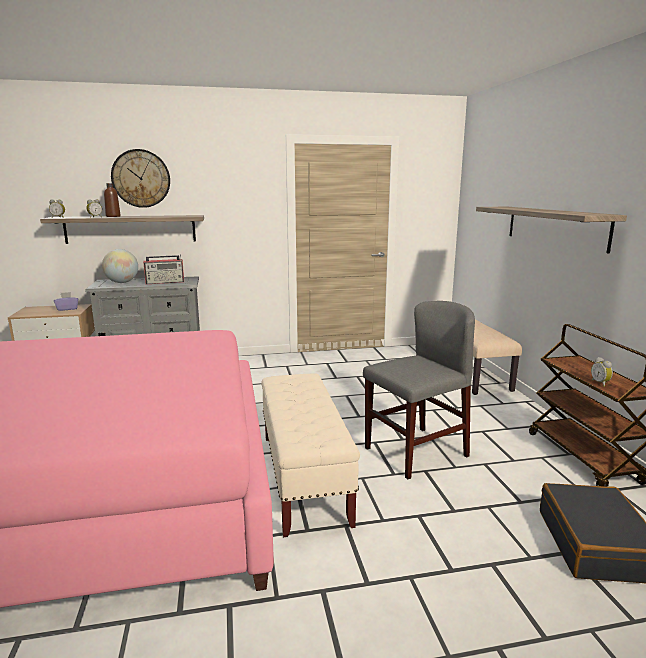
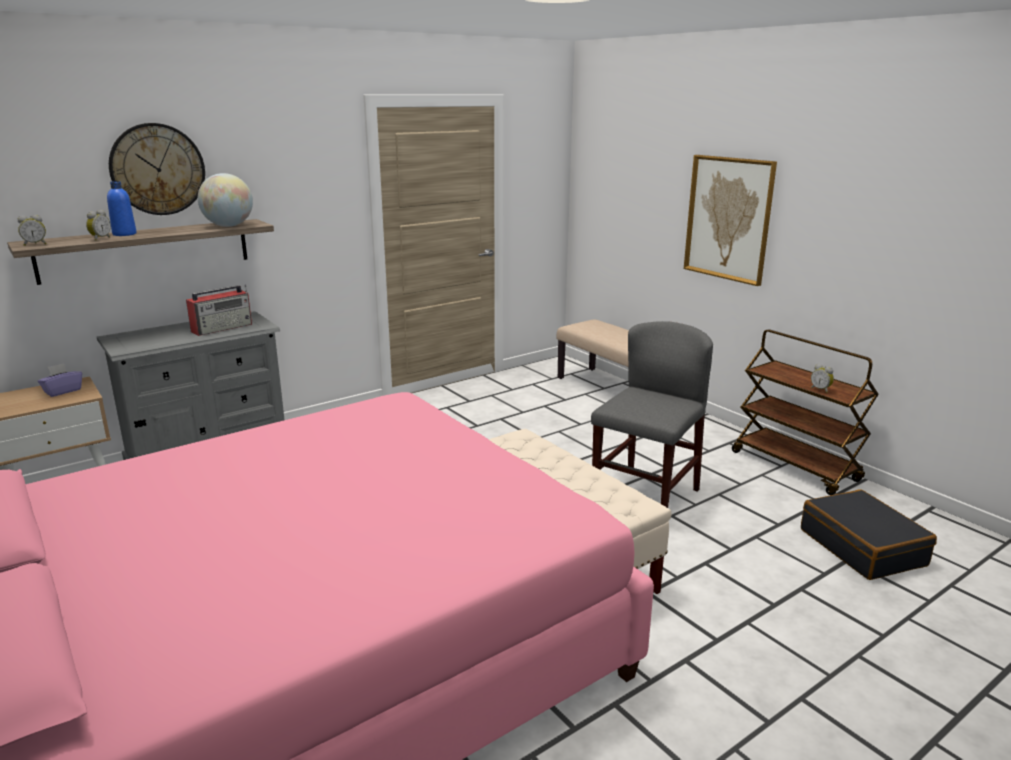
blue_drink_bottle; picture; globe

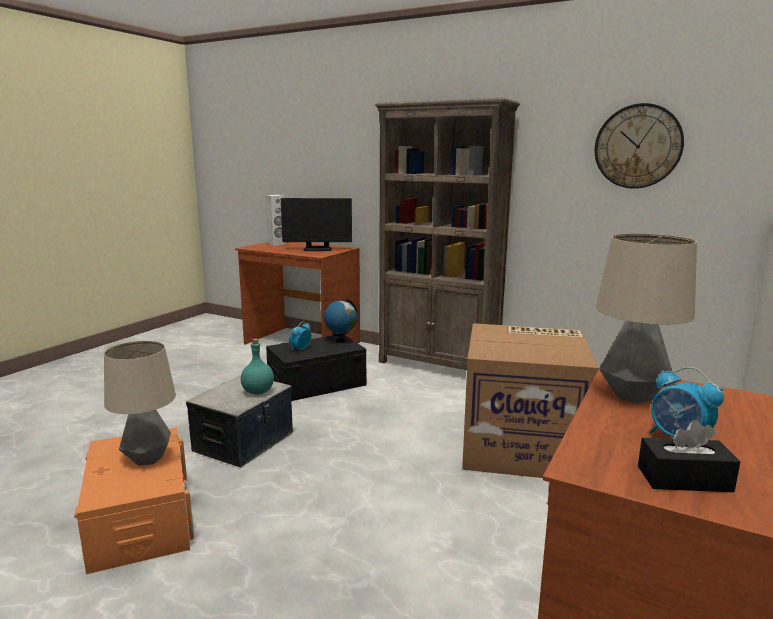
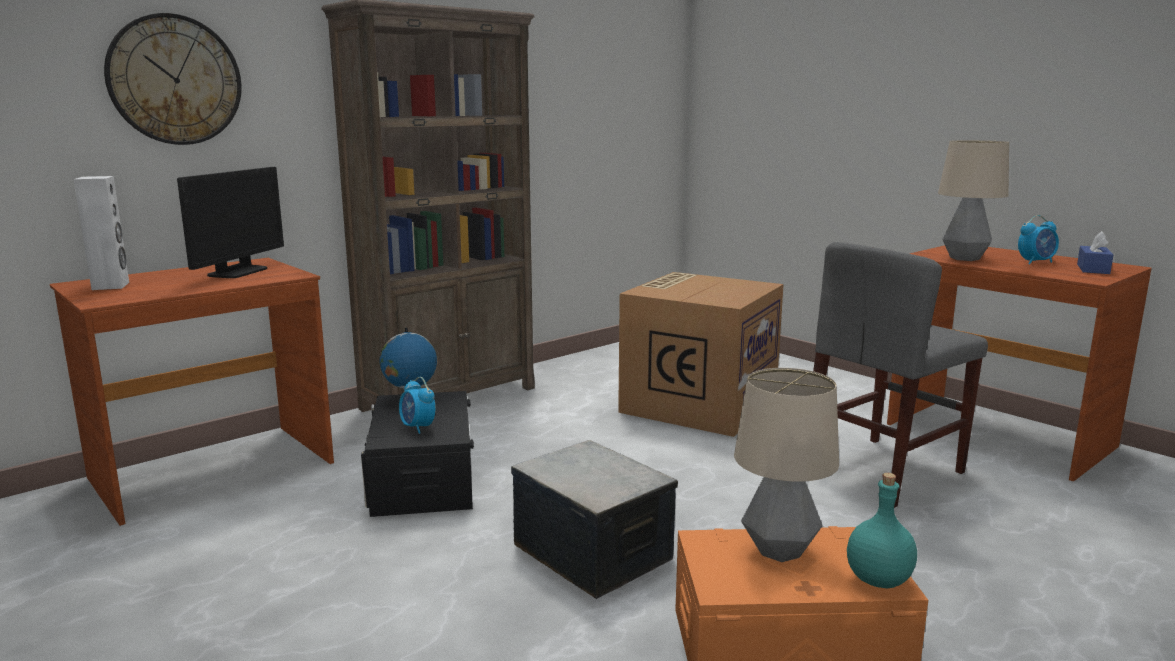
clock_on_the_wall; turquoise_drink_bottle; blue_tissue_holder; gray_upright_chair

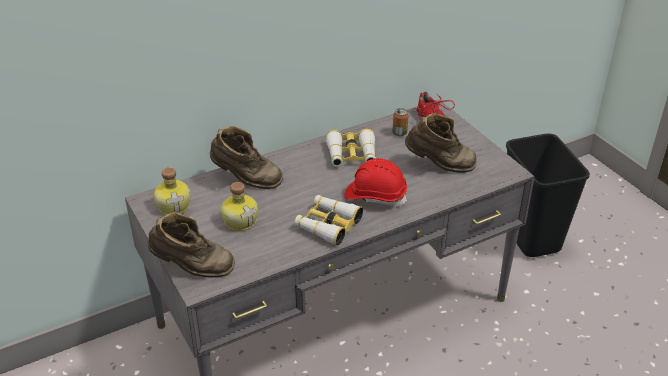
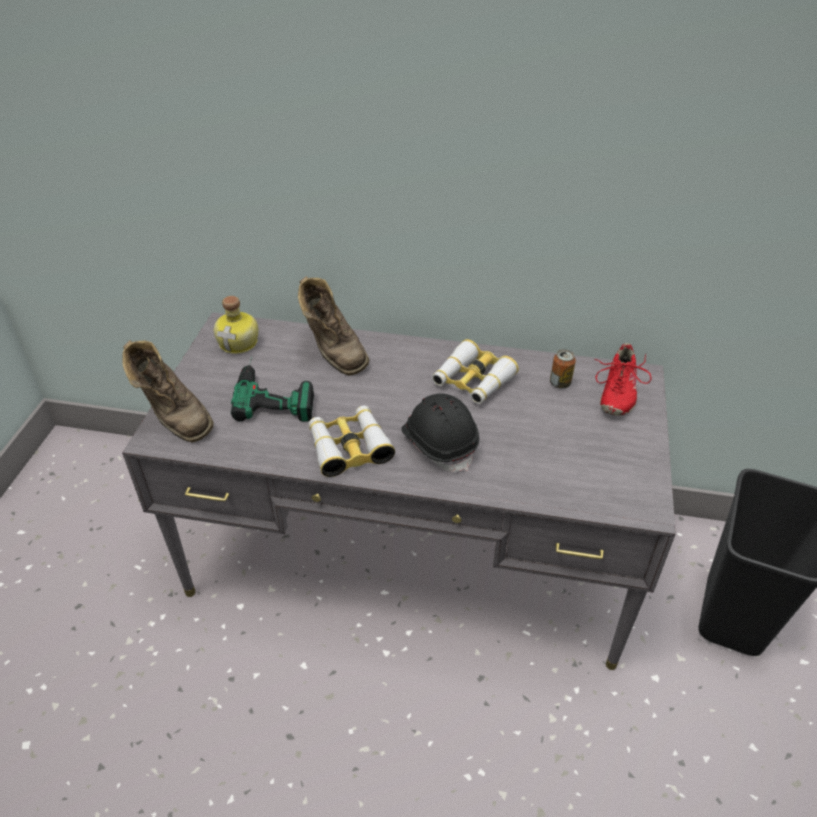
brownish_high-top_boot (3rd from left in the first image); black-coloured_hard_hat; power_drill

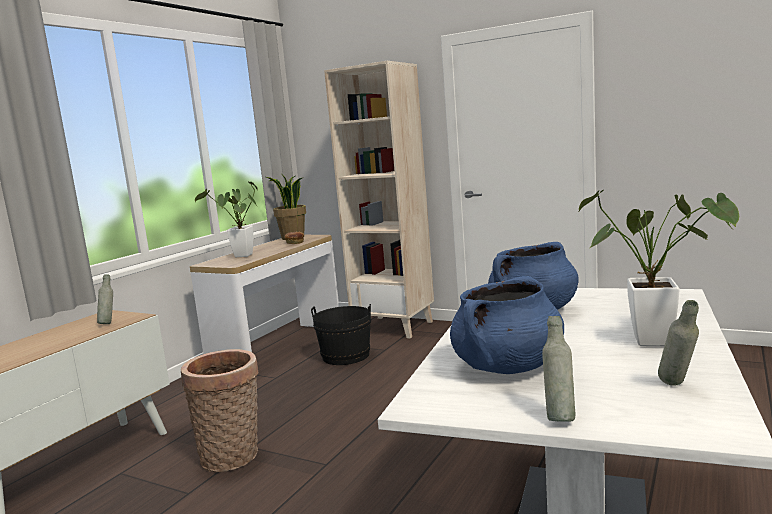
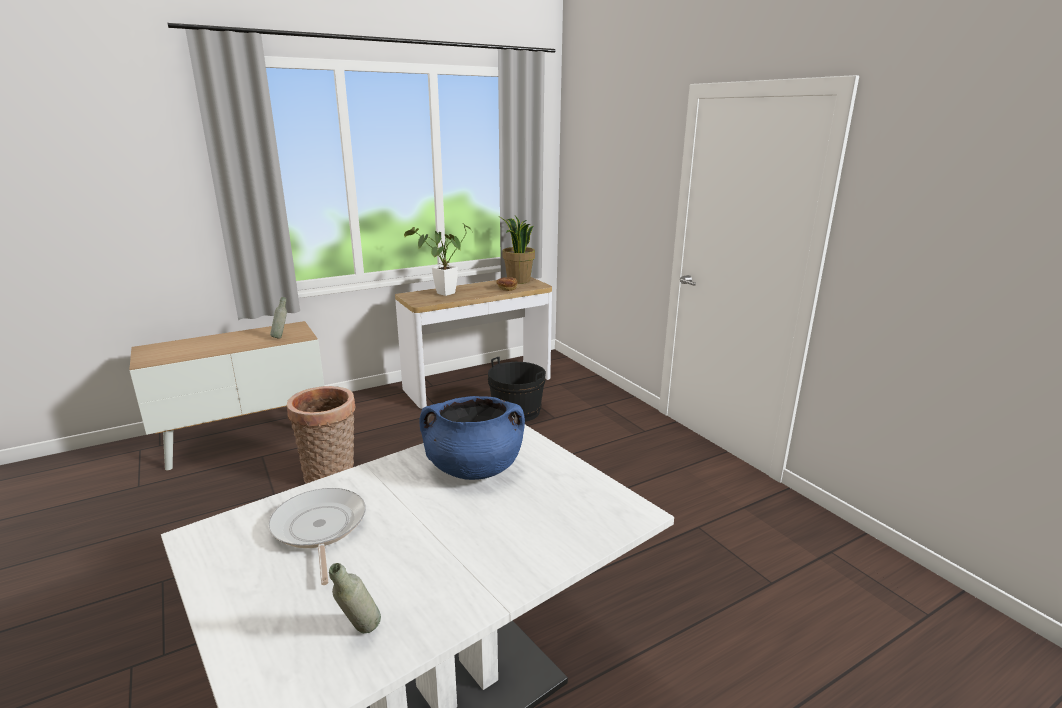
sand-coloured_bookcase; potted_plant (3rd from left in the first image); skillet; gray_drink_bottle (2nd from left in the first image)

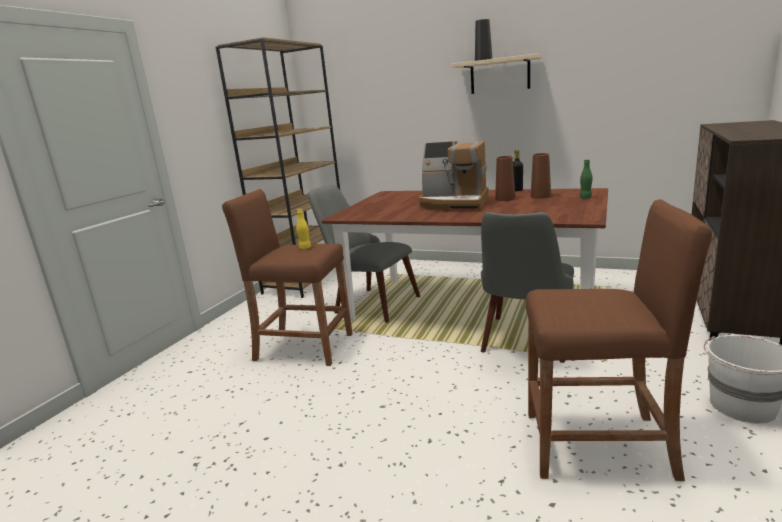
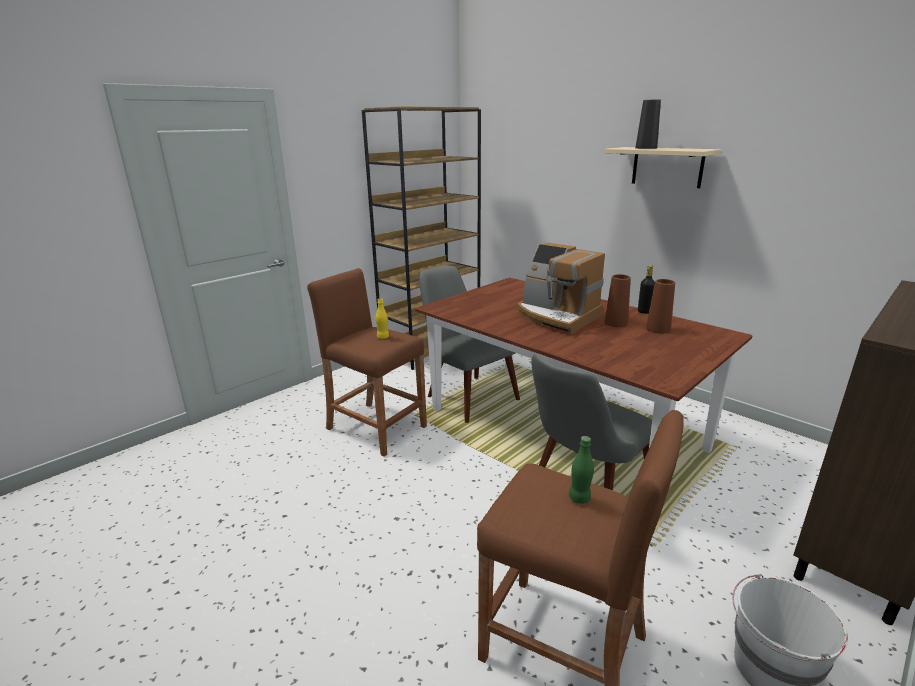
greenish_drink_bottle

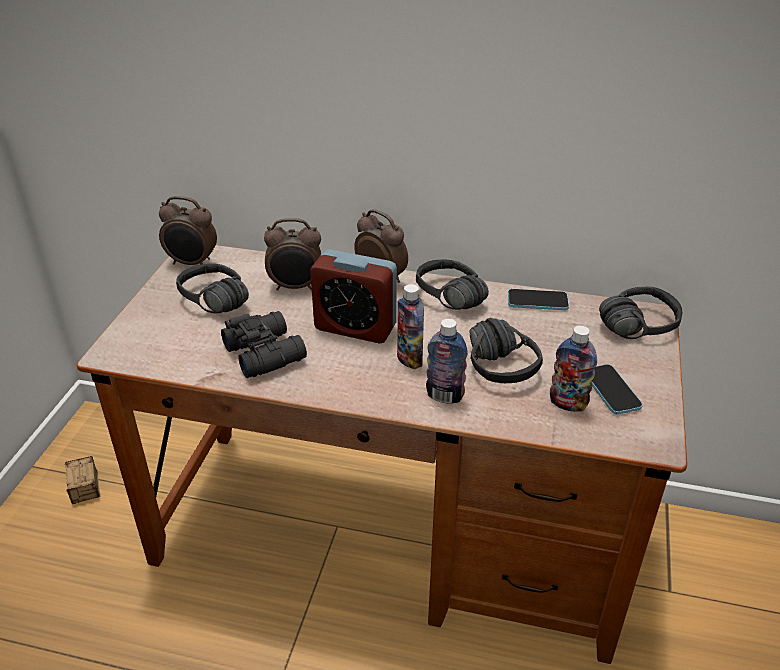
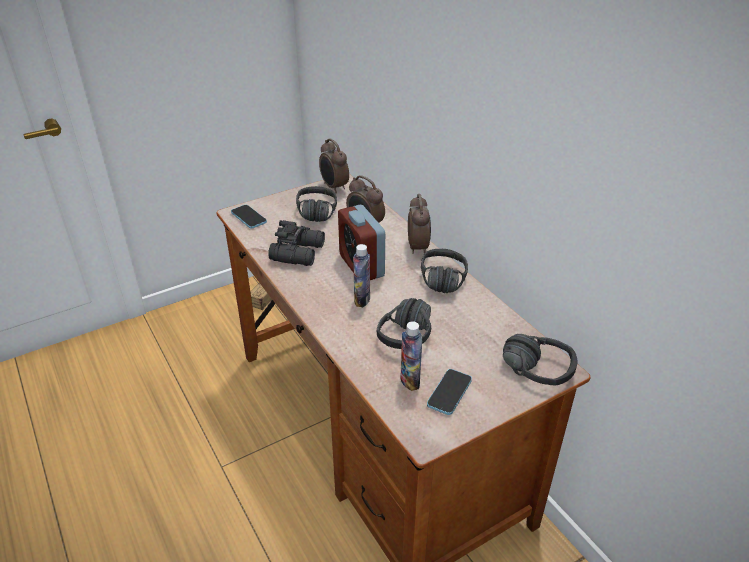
telephone (1st from left); drink_bottle (2nd from left in the first image)

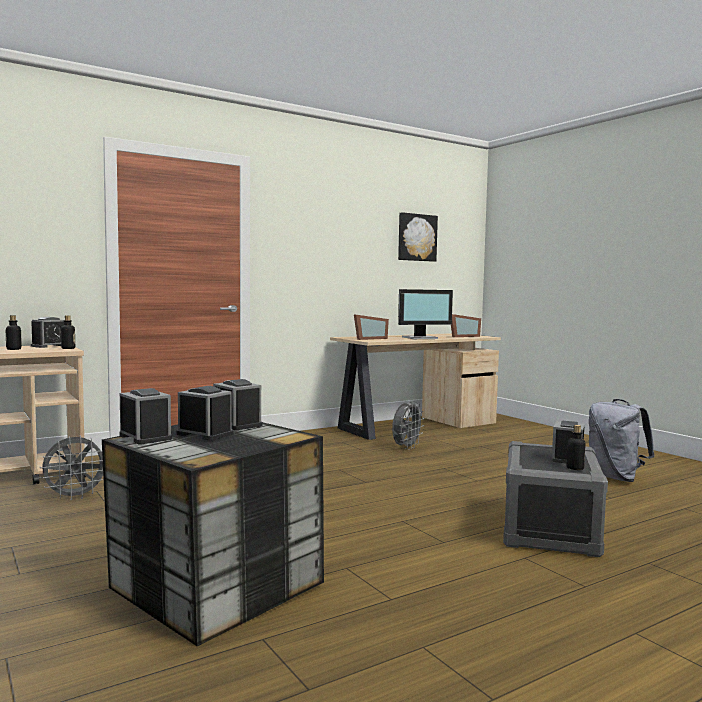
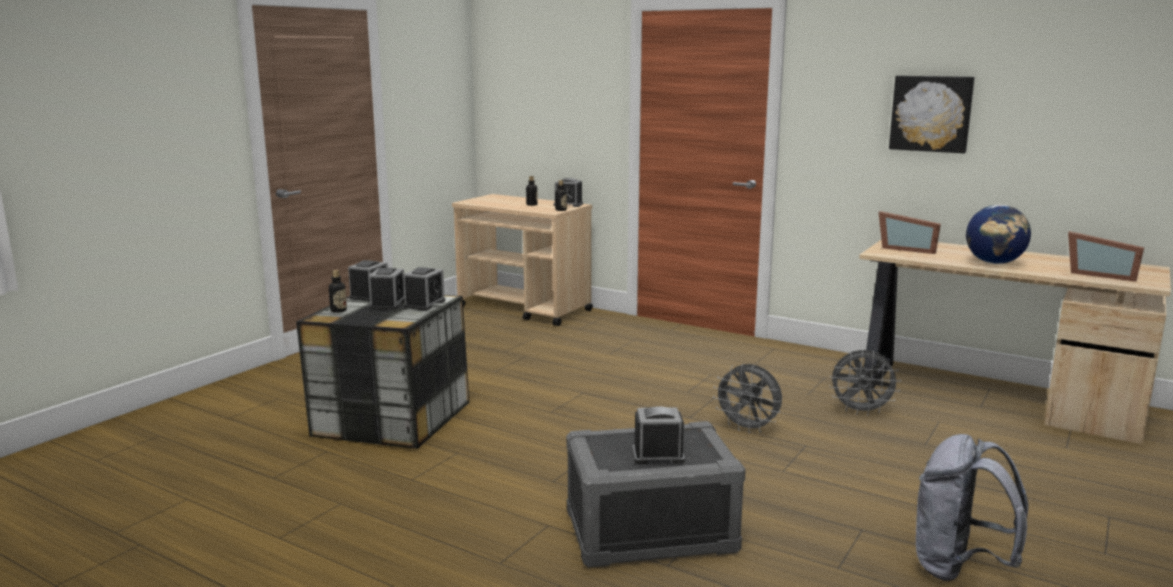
picture; globe; drink_bottle (1st from left); gray_electric_fan (1st from left)

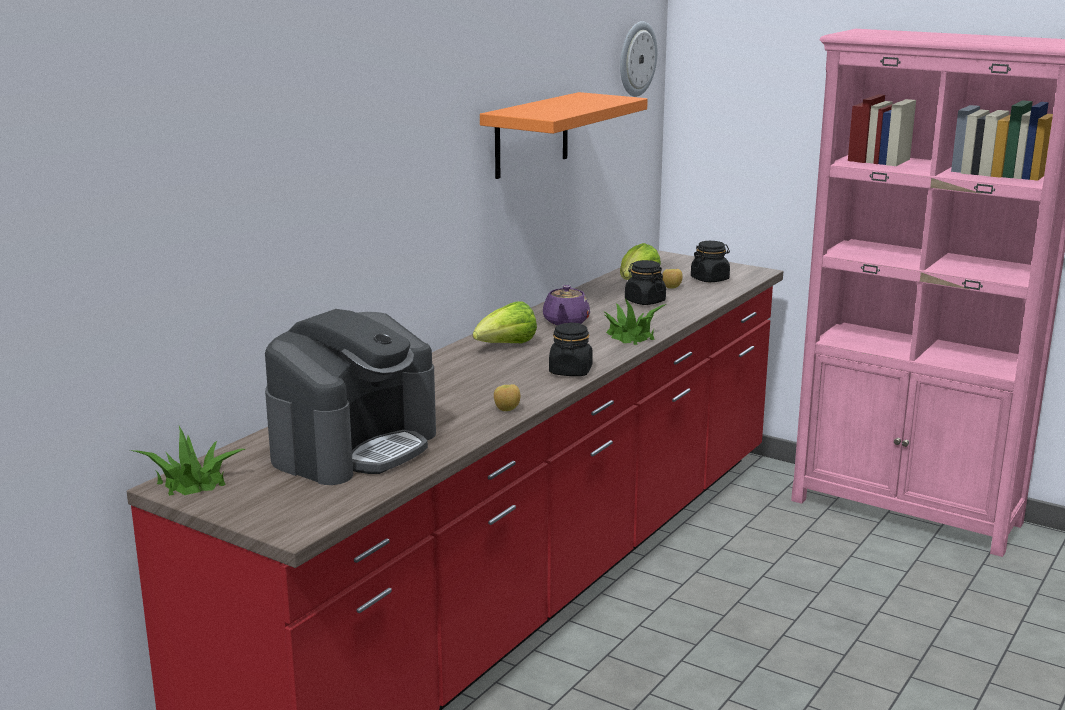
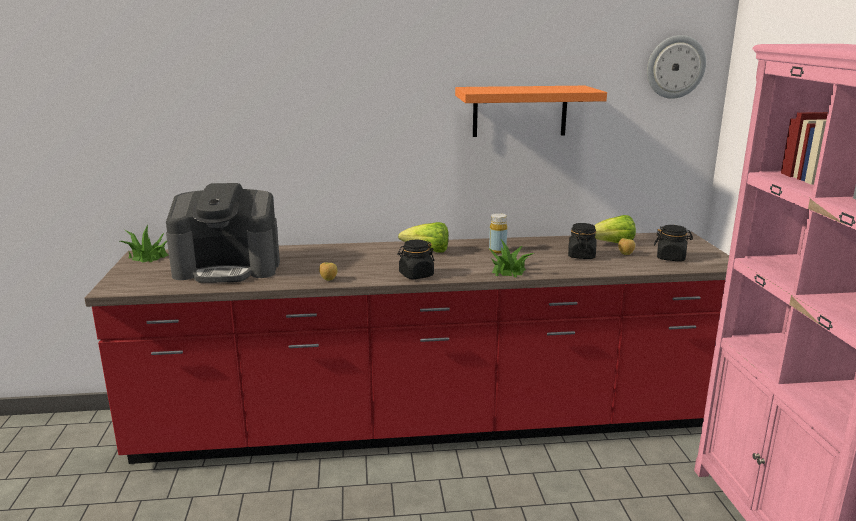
yellow-coloured_drink_bottle

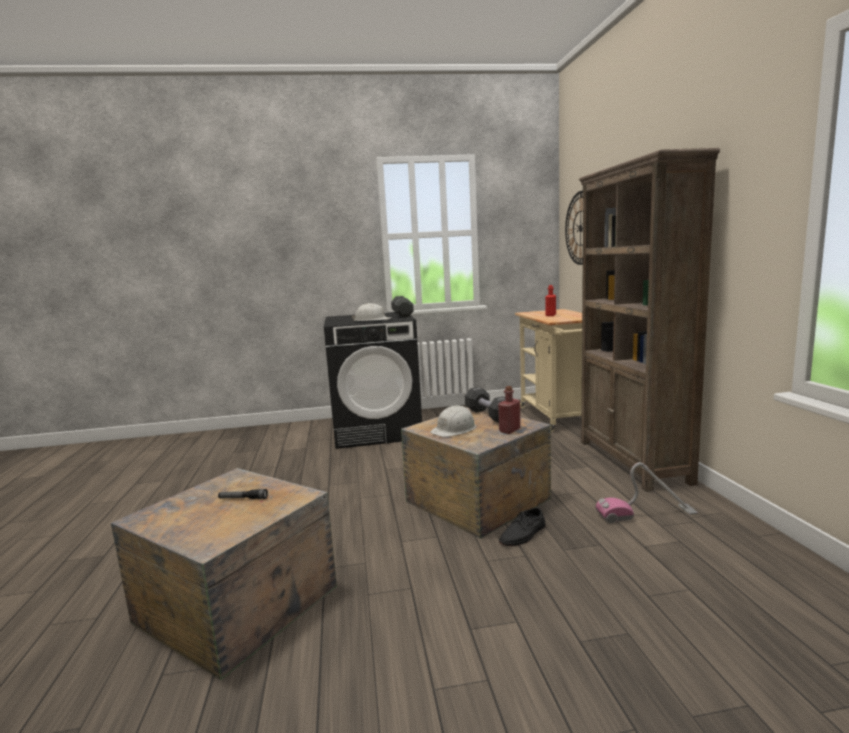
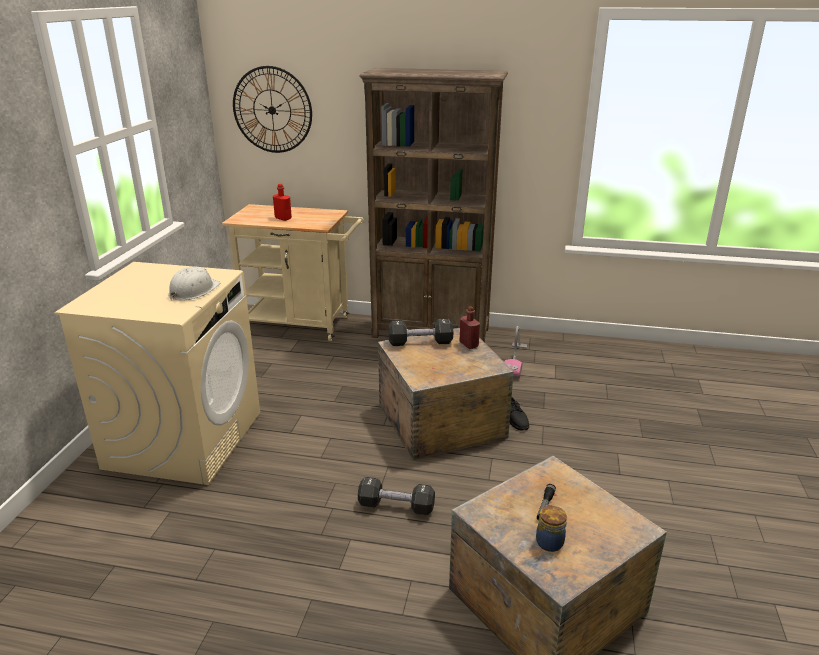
black-coloured_hand_weight (1st from left); sand-coloured_laundry_appliance; white_hard_hat (2nd from left in the first image); preserve_jar

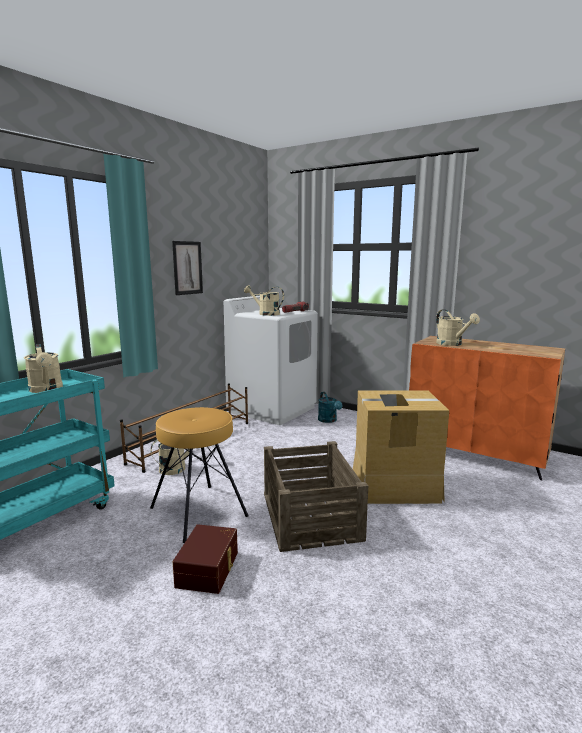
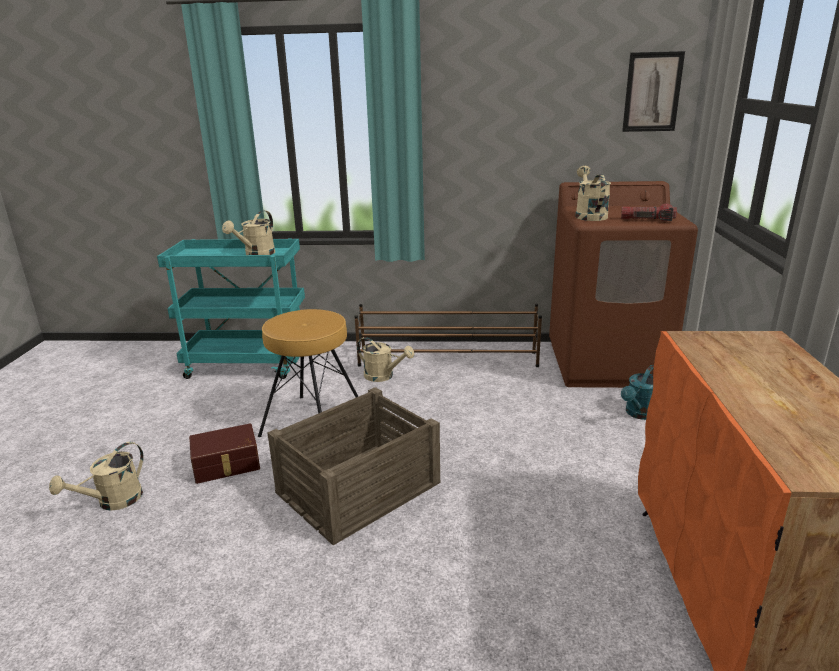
picture; brownish_laundry_appliance; sand-coloured_sprinkling_can (1st from left); carton

